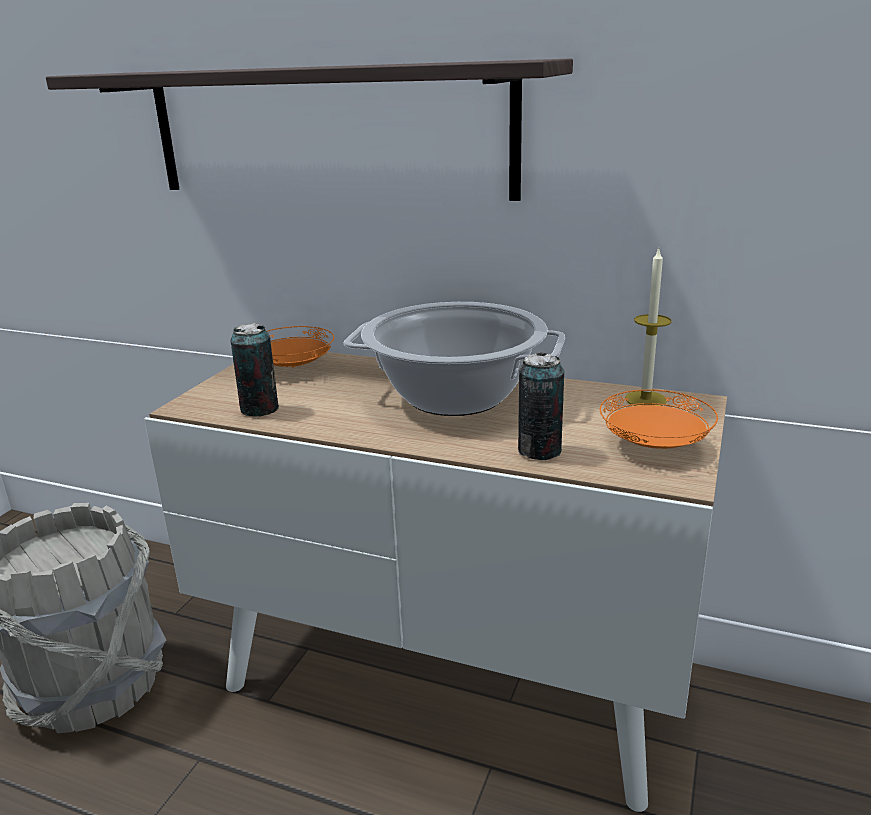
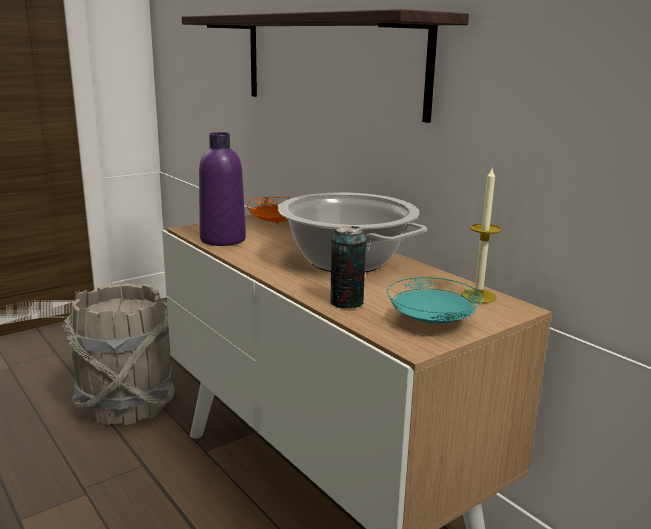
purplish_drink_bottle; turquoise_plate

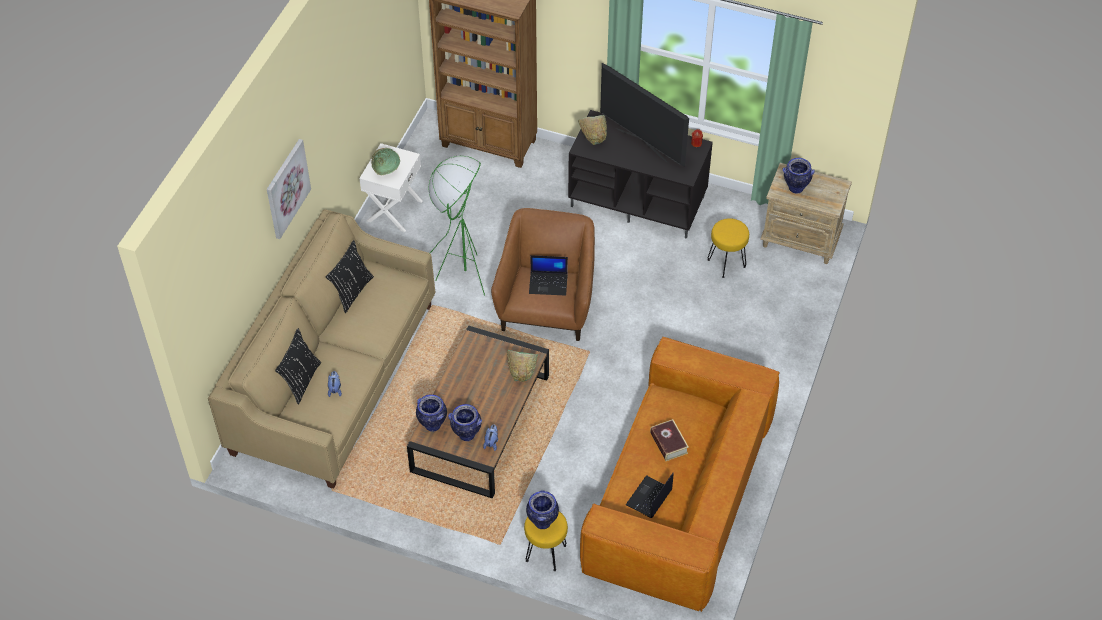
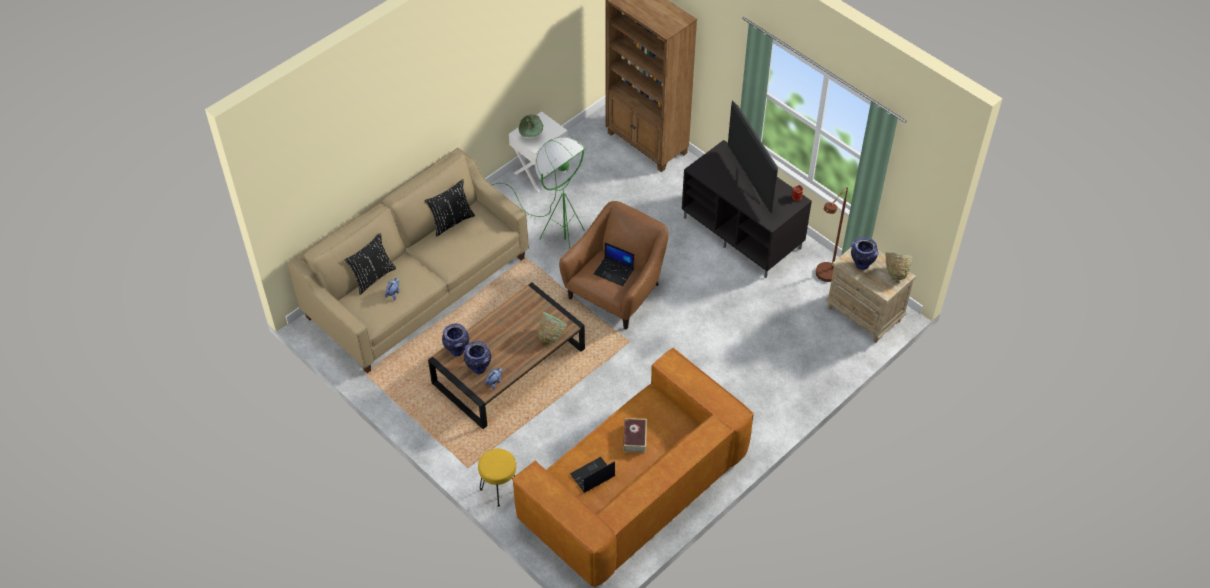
greenish_serving_bowl (3rd from left); picture; yellow-coloured_stool_seat (2nd from left in the first image); vase (3rd from left in the first image); brownish_standing_lamp

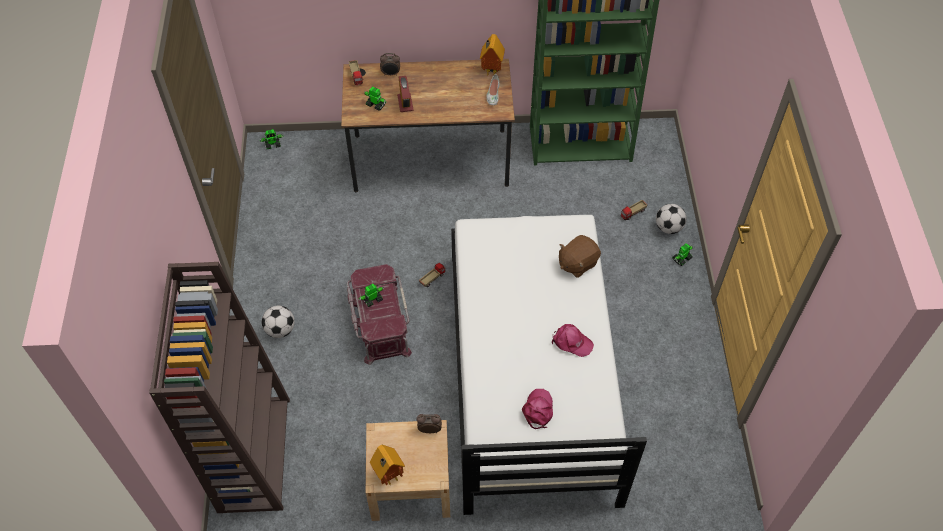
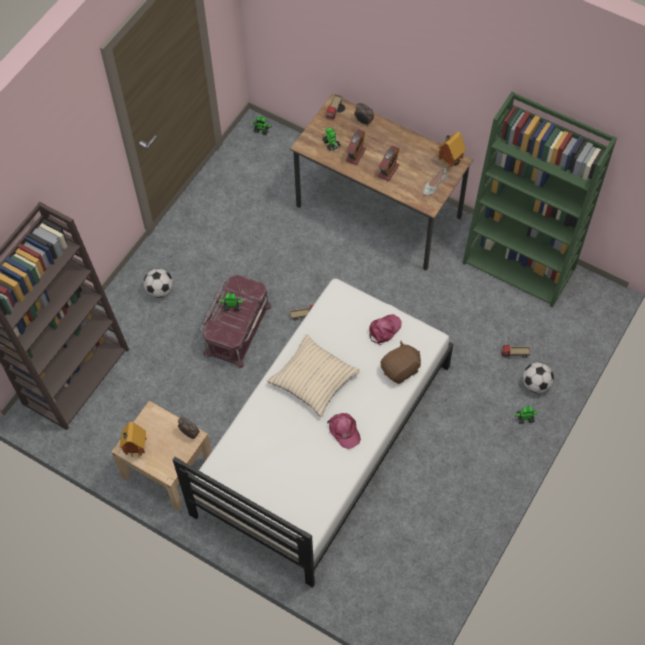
brownish_cuddly_toy; pinkish_cap (2nd from left); alarm_clock (4th from left); sand-coloured_cushion

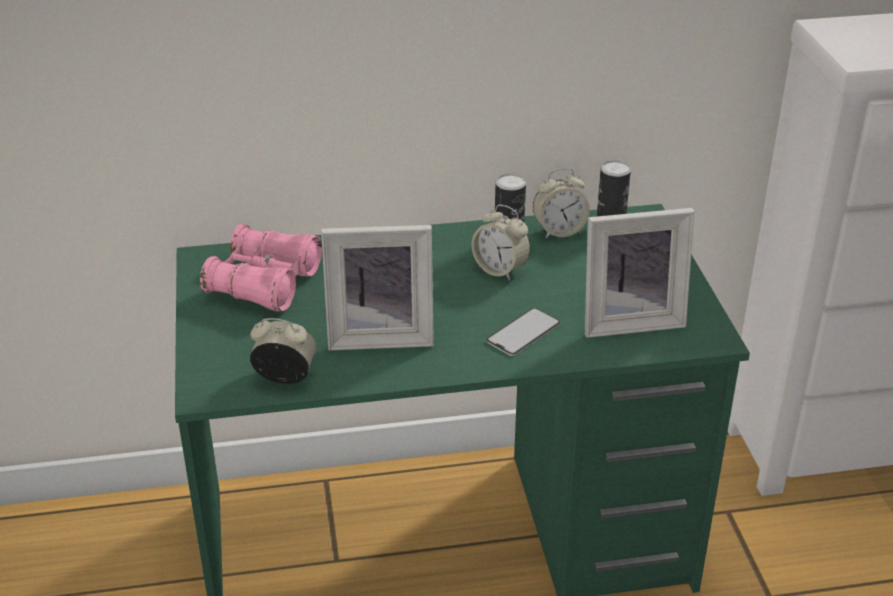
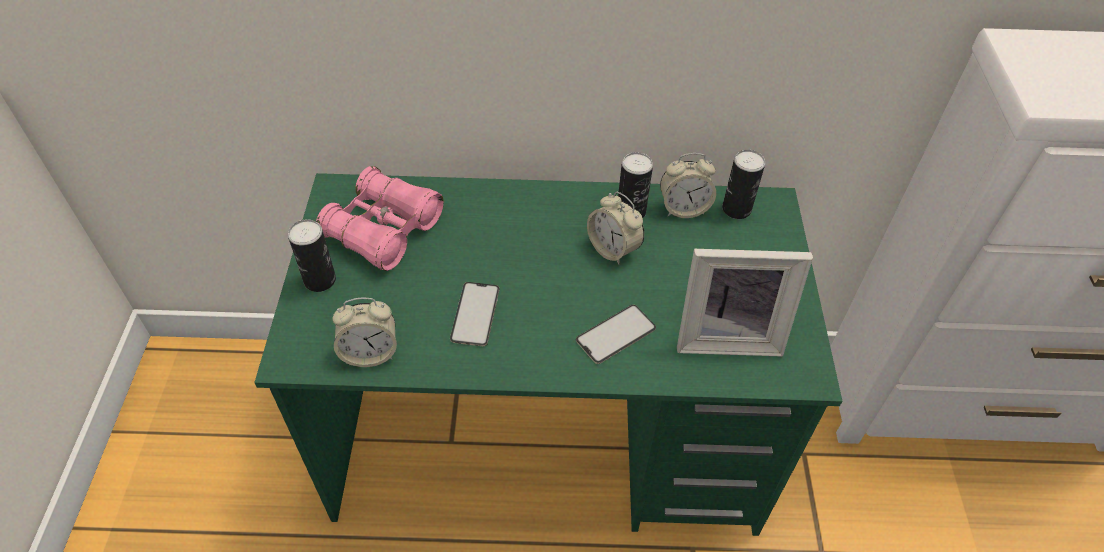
telephone (1st from left); alarm_clock (1st from left); metal_can (1st from left)

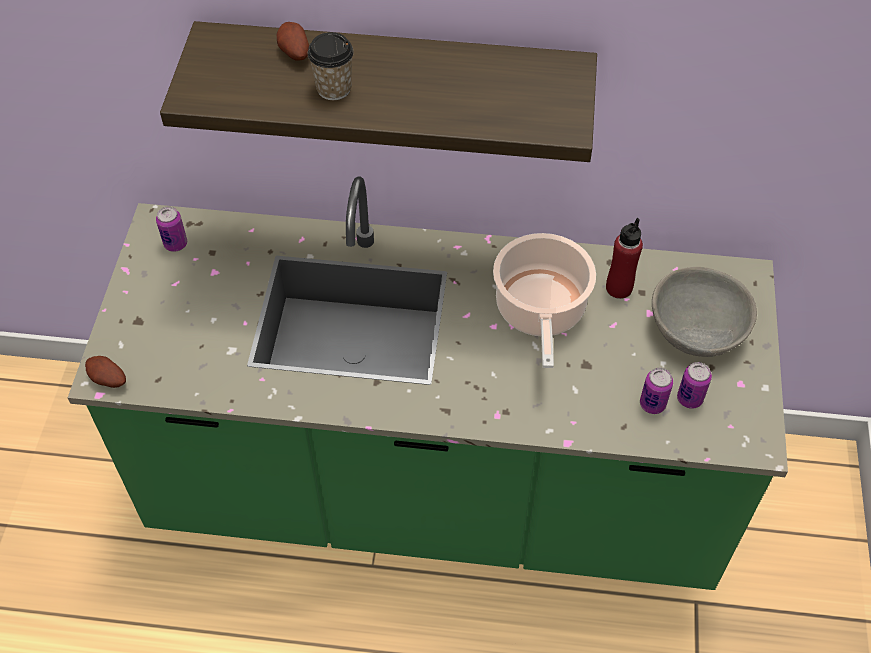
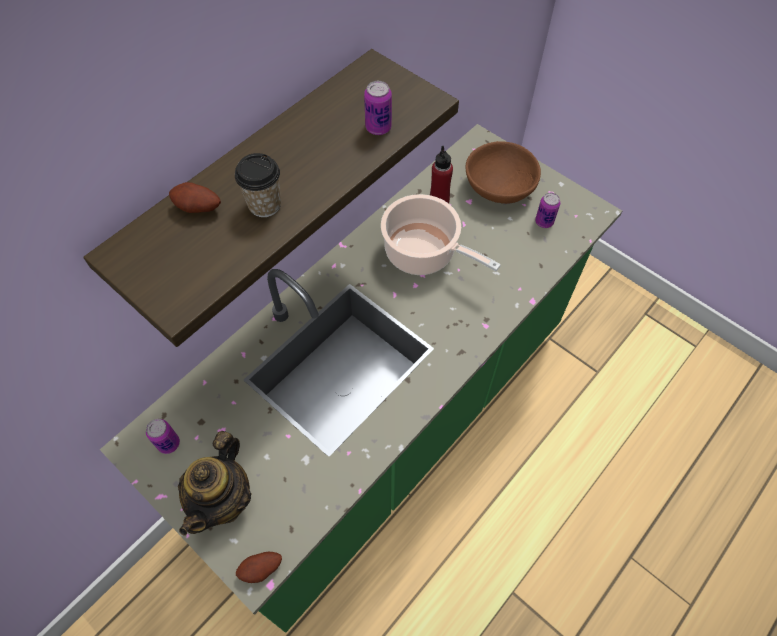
brownish_serving_bowl; metal_can (2nd from left); teapot

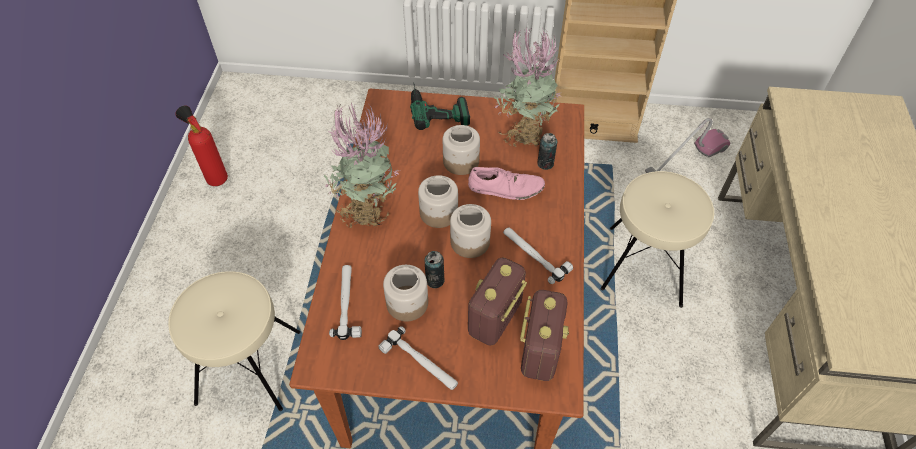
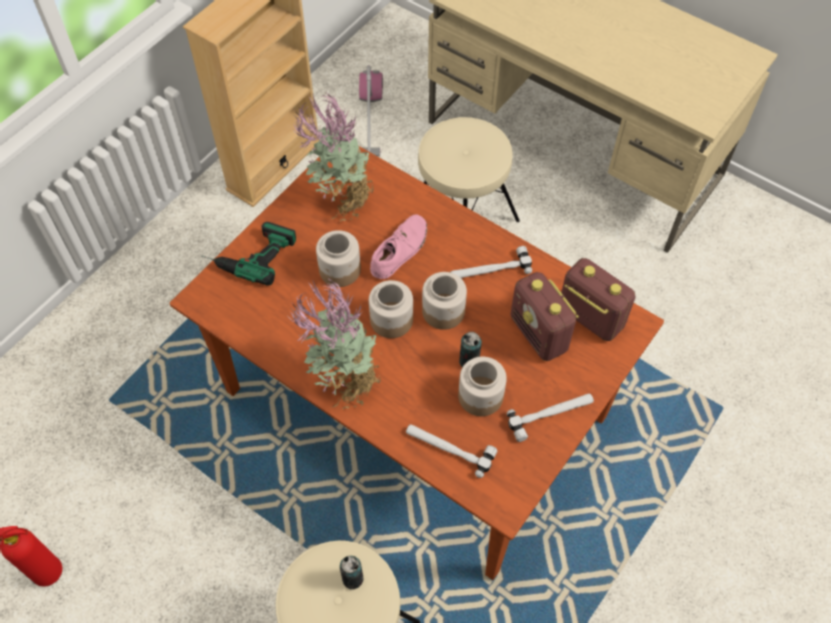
metal_can (1st from left)

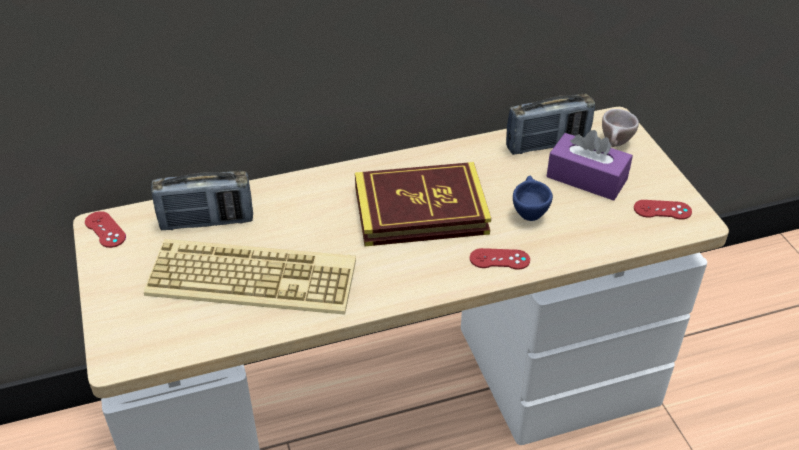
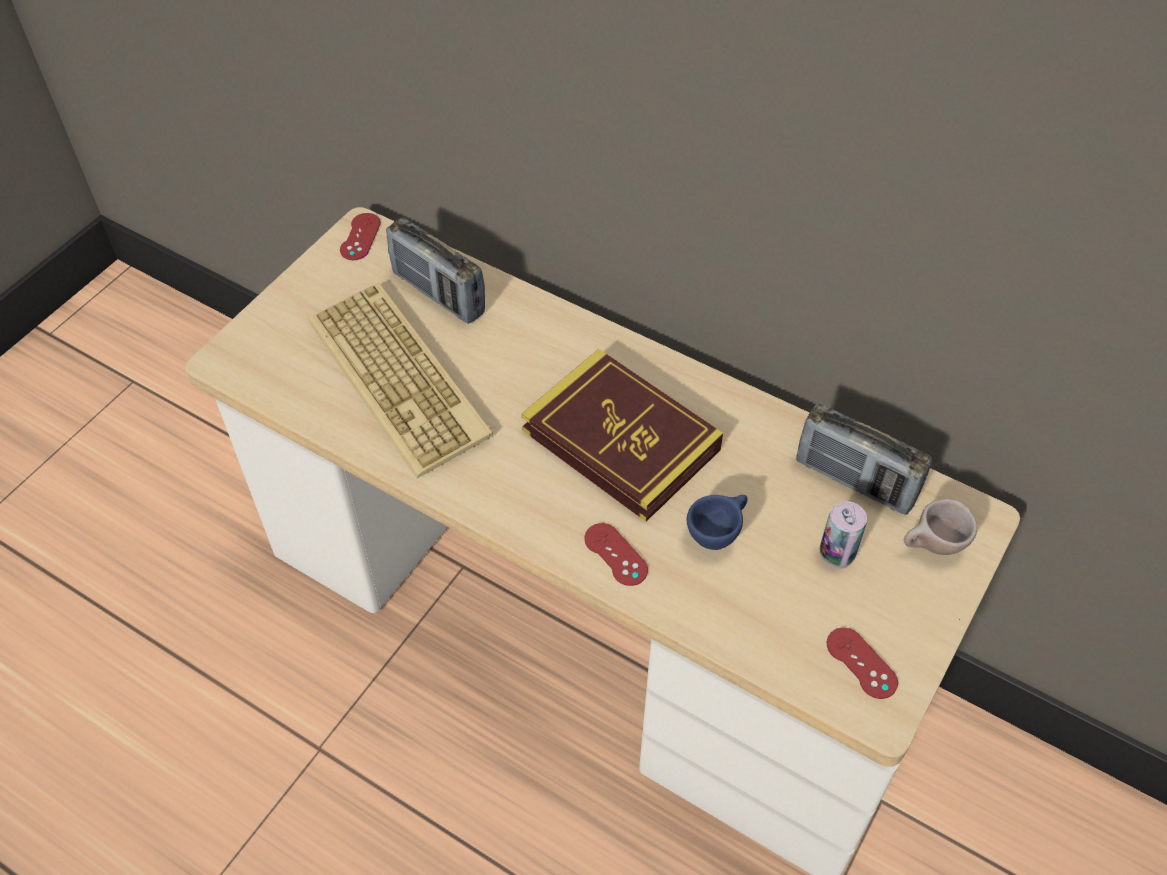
metal_can

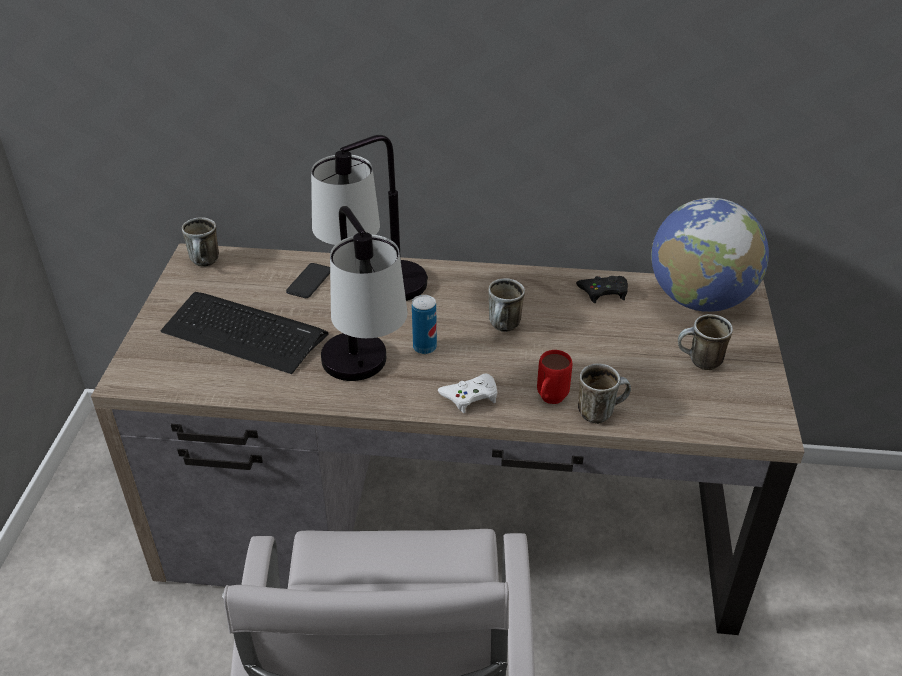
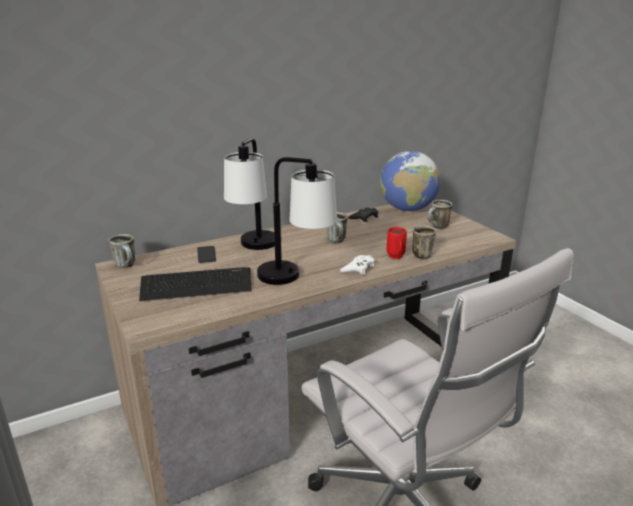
metal_can

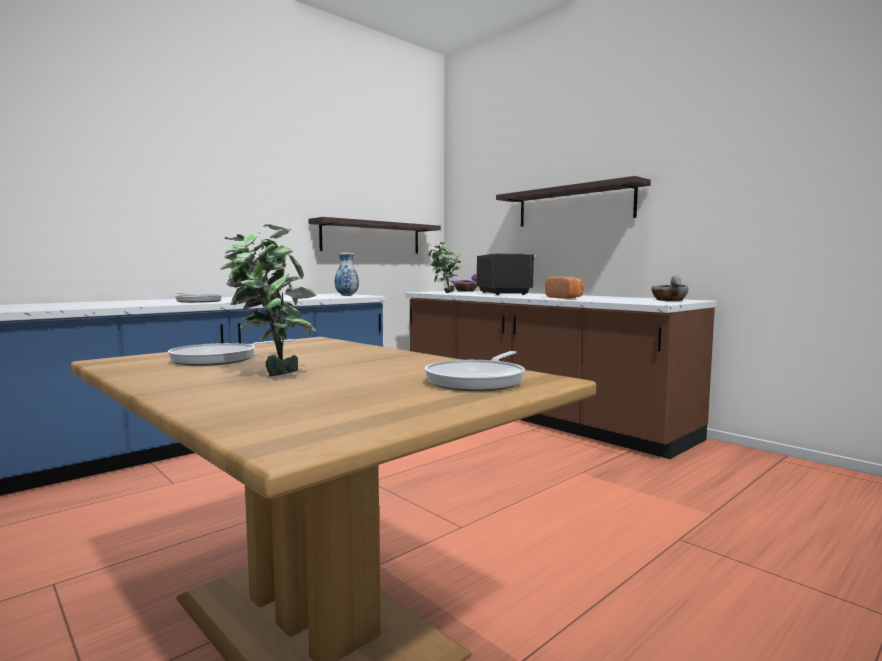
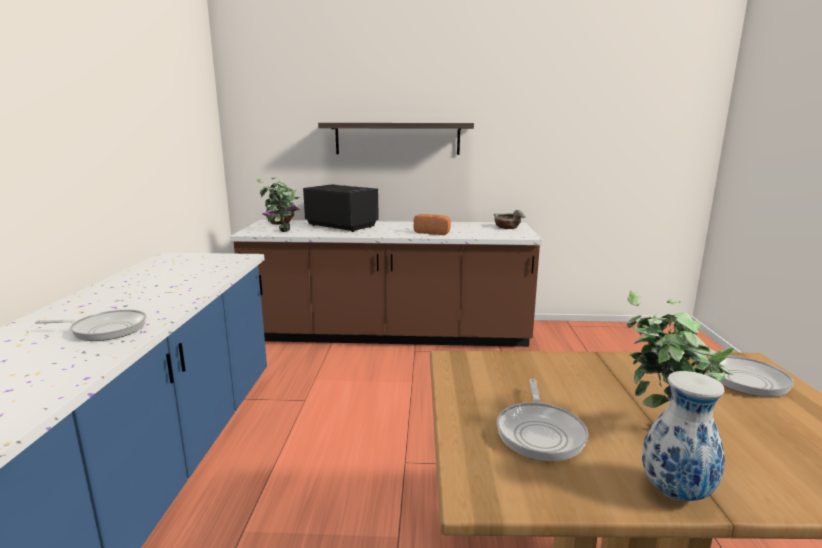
bracket_shelf (1st from left in the first image); vase

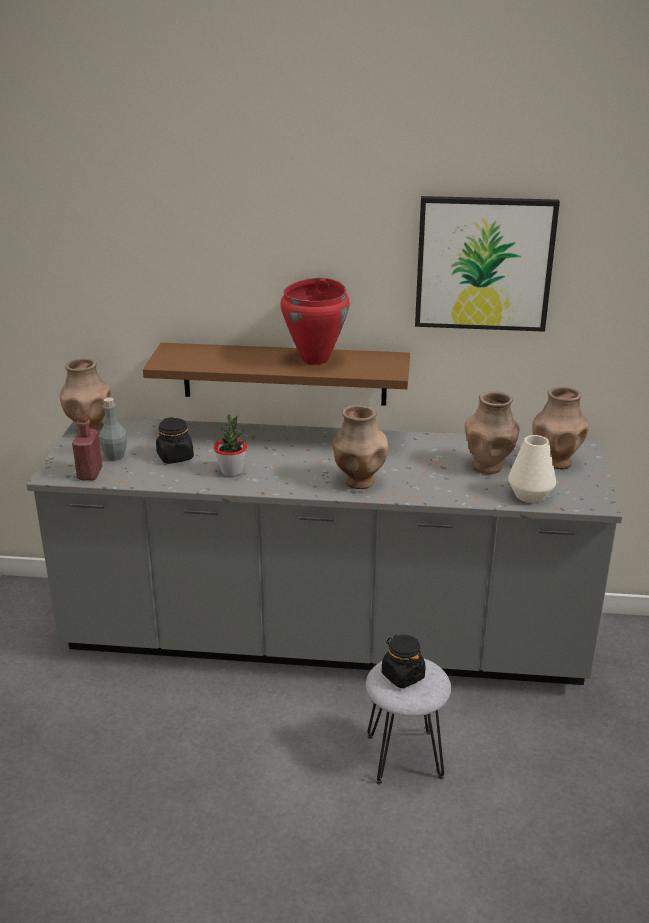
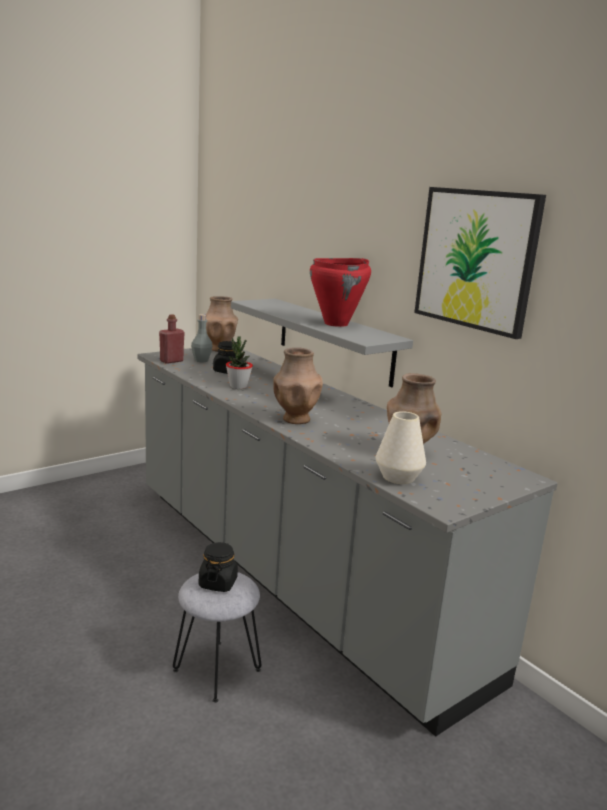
gray_bracket_shelf; brownish_vase (4th from left in the first image)

